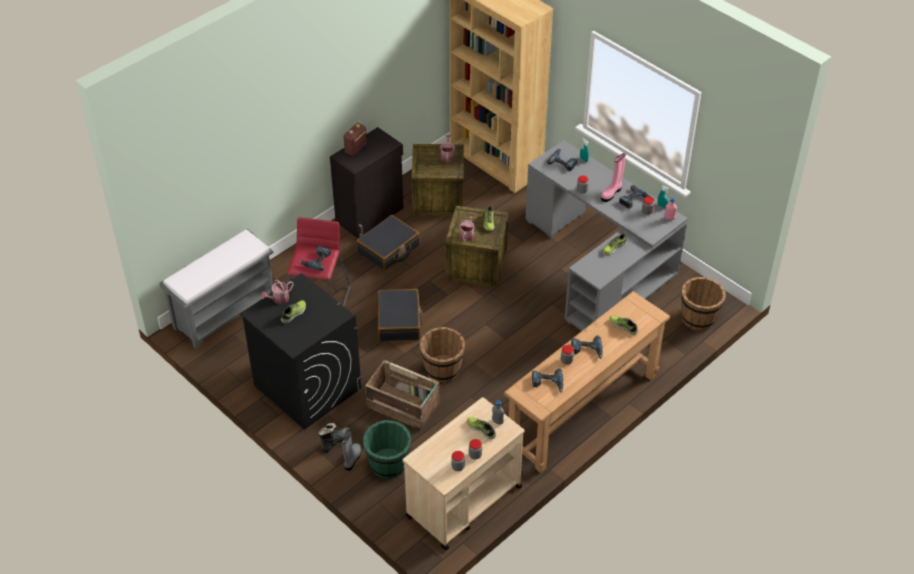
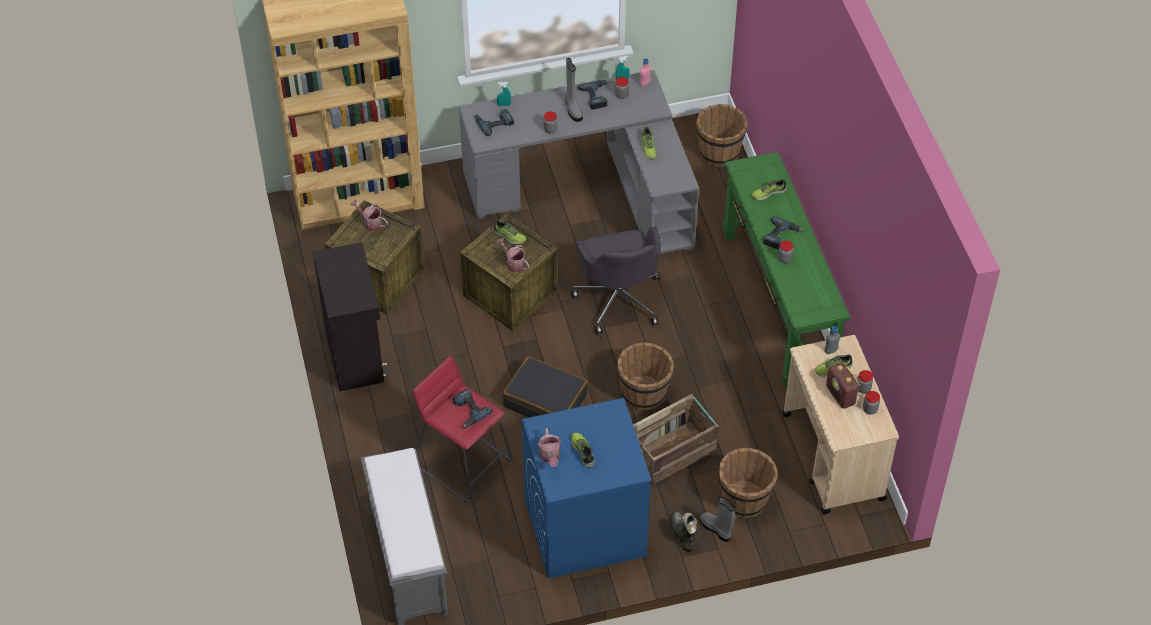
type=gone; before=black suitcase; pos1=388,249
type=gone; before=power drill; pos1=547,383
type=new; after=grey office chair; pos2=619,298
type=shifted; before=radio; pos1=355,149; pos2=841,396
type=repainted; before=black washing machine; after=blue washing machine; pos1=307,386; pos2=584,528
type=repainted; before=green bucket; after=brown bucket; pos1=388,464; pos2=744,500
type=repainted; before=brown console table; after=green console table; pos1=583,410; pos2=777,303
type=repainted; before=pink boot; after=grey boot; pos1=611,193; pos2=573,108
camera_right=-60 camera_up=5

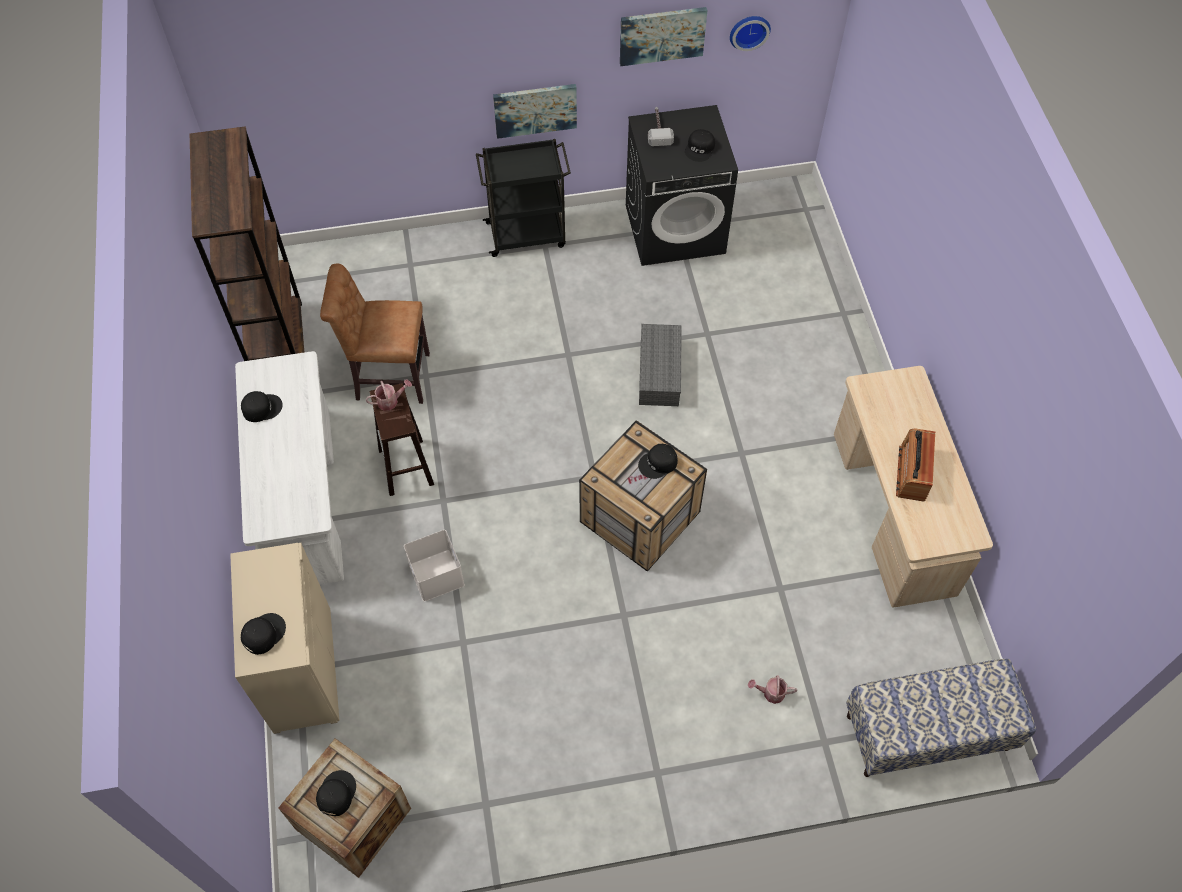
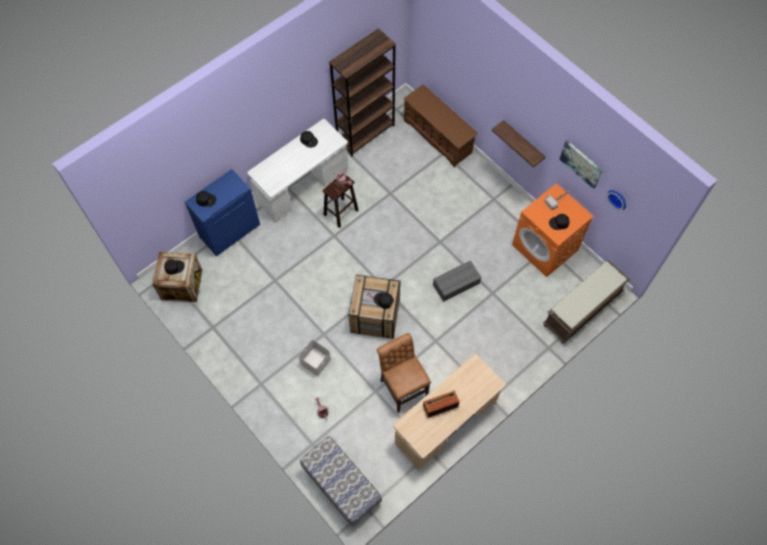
type=gone; before=black cart; pos1=527,234
type=new; after=brown shoe rack; pos2=438,137
type=new; after=brown bench; pos2=582,309
type=shifted; before=brown chair; pos1=388,376; pos2=402,386
type=shifted; before=white storage box; pos1=435,574; pos2=315,361
type=swapped; before=picture; after=shelf; pos1=535,109; pos2=523,143
type=repainted; before=beige cabinet; after=blue cabinet; pos1=301,669; pos2=230,230
type=repainted; before=black washing machine; after=orange washing machine; pos1=675,228; pos2=545,247
camera_right=60 camera_up=5

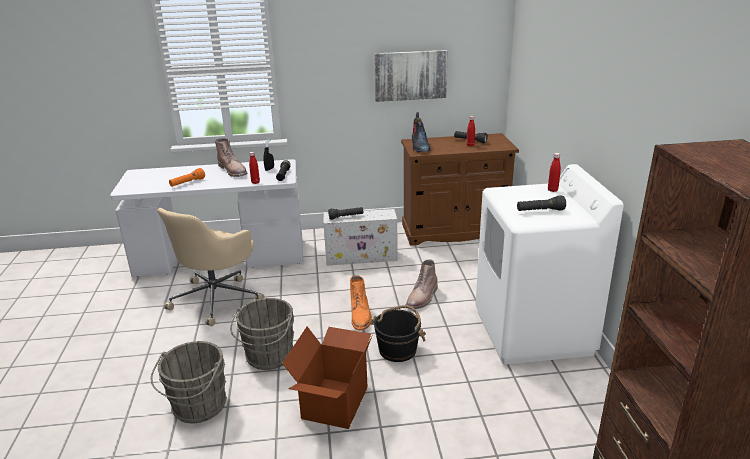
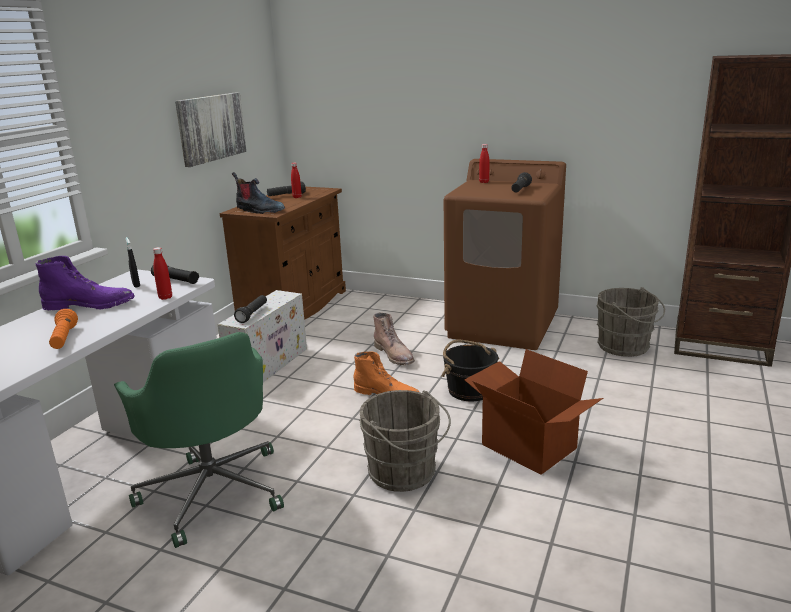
type=shifted; before=grey bucket; pos1=197,407; pos2=626,347
type=repainted; before=beige office chair; after=green office chair; pos1=217,298; pos2=213,490
type=repainted; before=brown boot; after=purple boot; pos1=233,171; pos2=90,305
type=repainted; before=white washing machine; after=brown washing machine; pos1=533,332; pos2=503,326
camera_right=-60 camera_up=-5

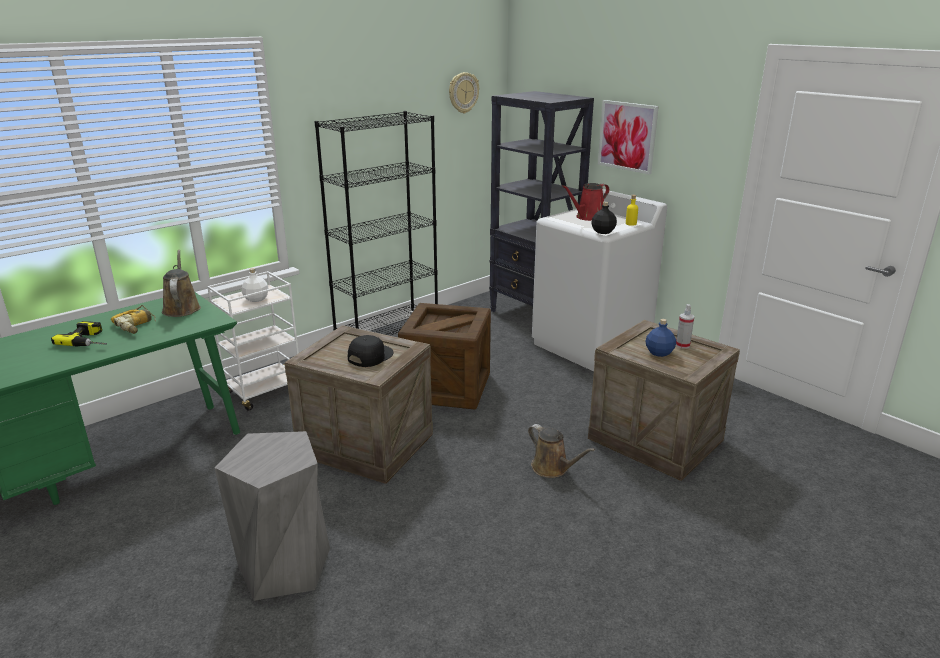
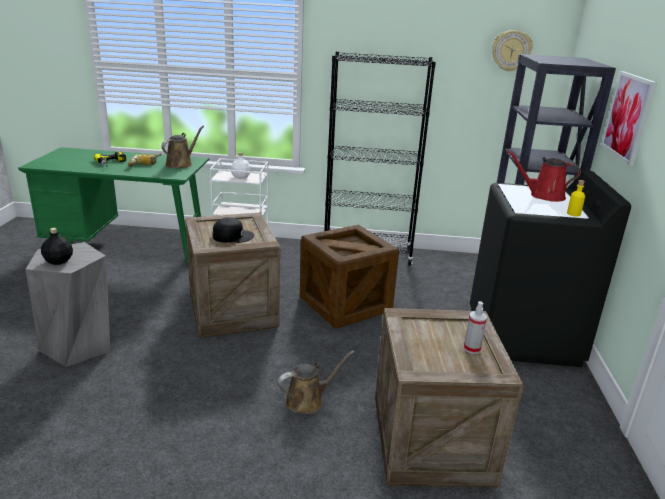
type=gone; before=blue bottle; pos1=659,352
type=shifted; before=black bottle; pos1=603,232; pos2=59,261
type=repainted; before=white washing machine; after=black washing machine; pos1=591,345; pos2=523,336
type=rotated; before=brown watering can; pos1=552,468; pos2=308,400; turn=-120
camera_right=45 camera_up=0

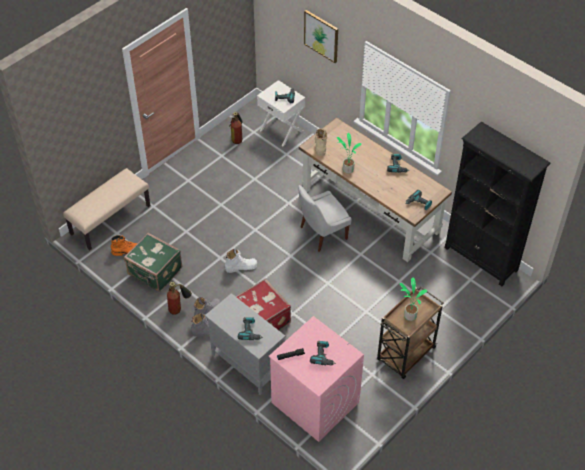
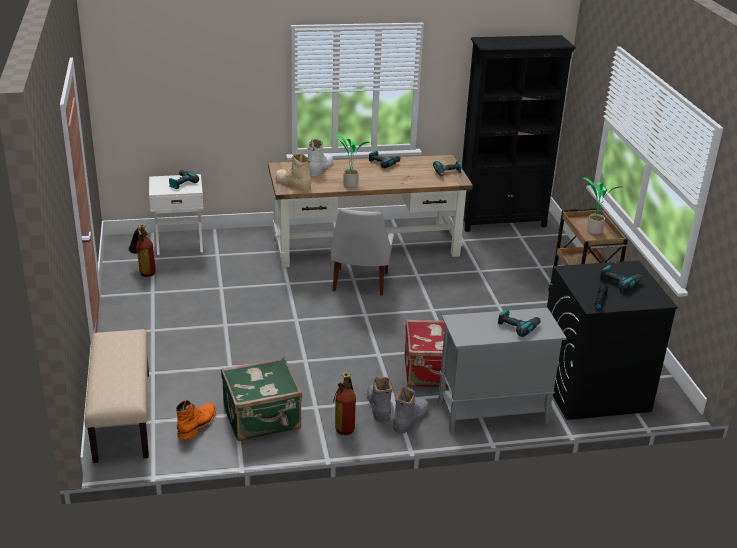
type=gone; before=picture; pos1=321,36
type=shifted; before=white boot; pos1=241,267; pos2=319,168
type=repainted; before=pink washing machine; after=black washing machine; pos1=314,402; pos2=592,389
camera_right=-55 camera_up=-20

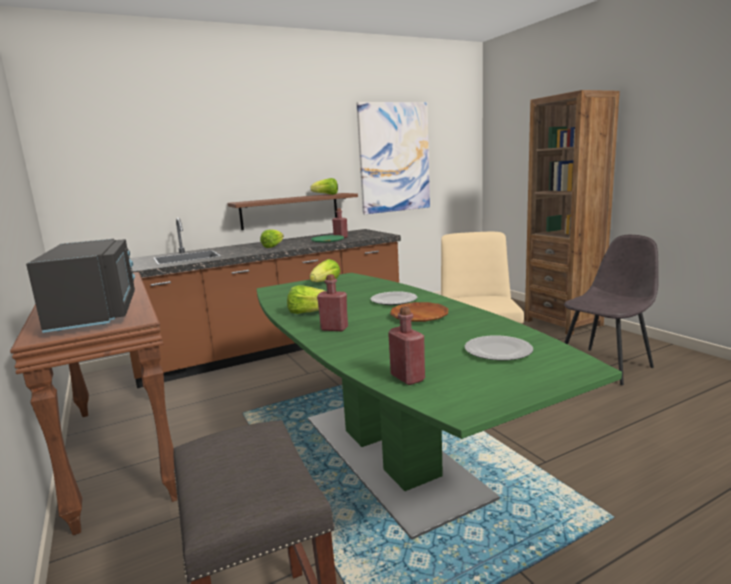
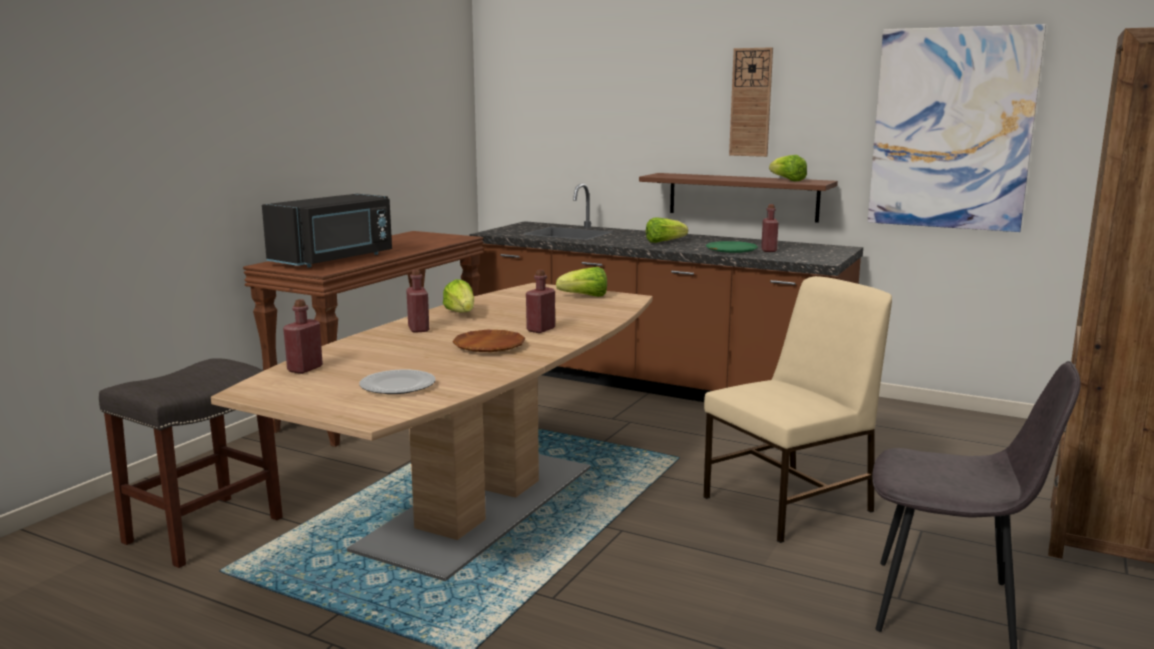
type=new; after=wall clock; pos2=751,102
type=swapped; before=plate; after=red bottle; pos1=393,300; pos2=540,329
type=repainted; before=green dining table; after=brown dining table; pos1=389,455; pos2=479,507
camera_right=55 camera_up=0

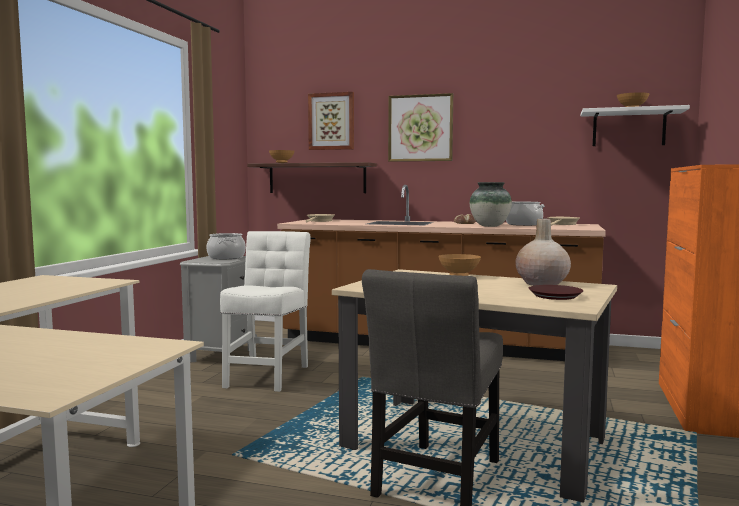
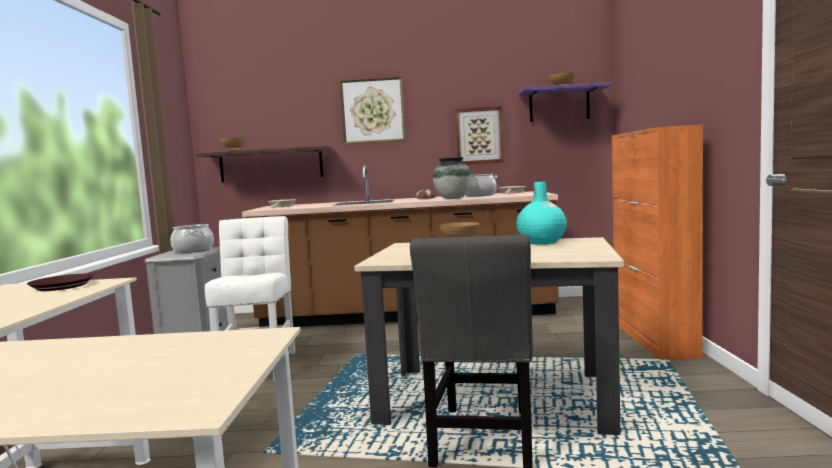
type=shifted; before=picture; pos1=331,121; pos2=479,136
type=shifted; before=brown plate; pos1=555,296; pos2=62,286
type=repainted; before=beige vase; after=turquoise vase; pos1=542,284; pos2=541,242
type=repainted; before=white shelf; after=purple shelf; pos1=628,128; pos2=559,105
camera_right=-15 camera_up=0

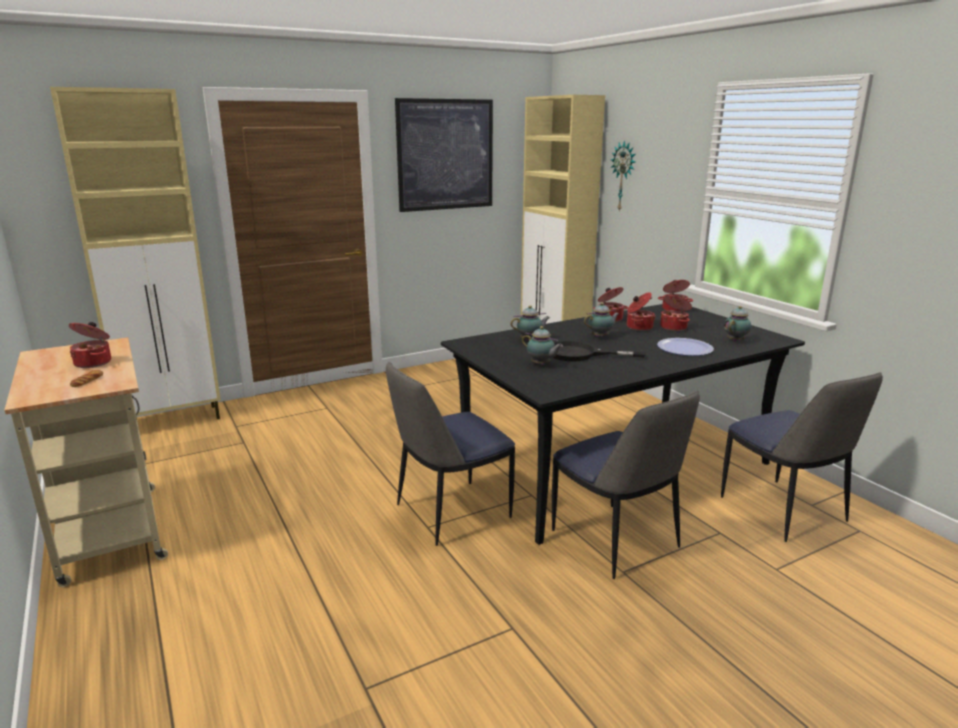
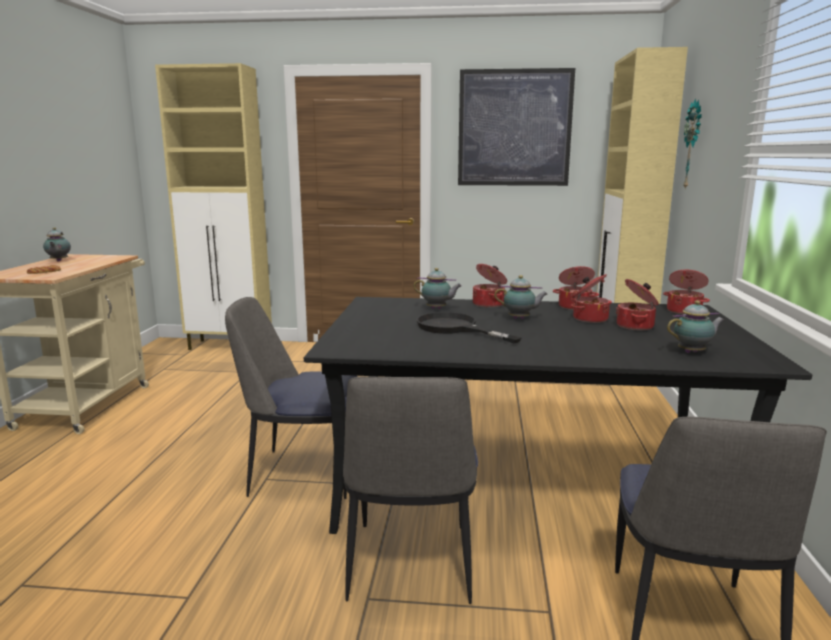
type=gone; before=plate; pos1=684,348
type=shifted; before=cooking pot; pos1=94,362; pos2=489,304
type=shifted; before=teapot; pos1=541,364; pos2=58,261
camera_right=35 camera_up=-5

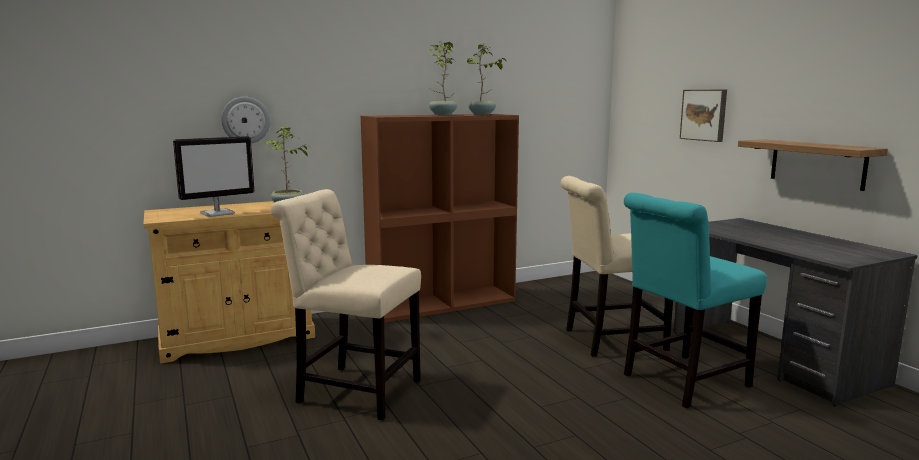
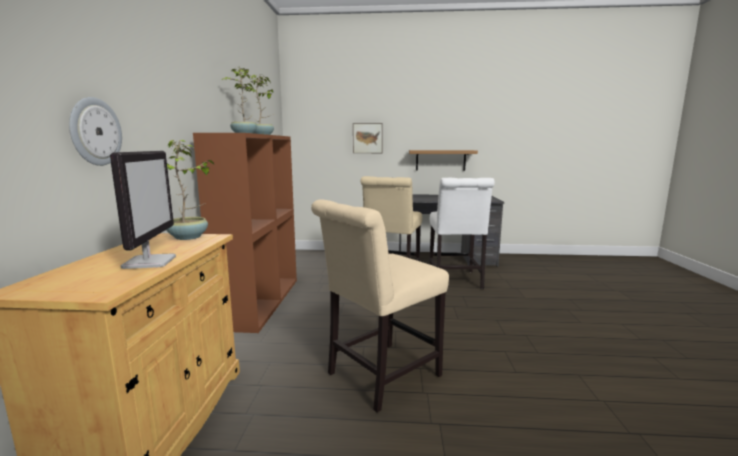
type=repainted; before=turquoise chair; after=white chair; pos1=680,382; pos2=455,281
camera_right=-60 camera_up=0

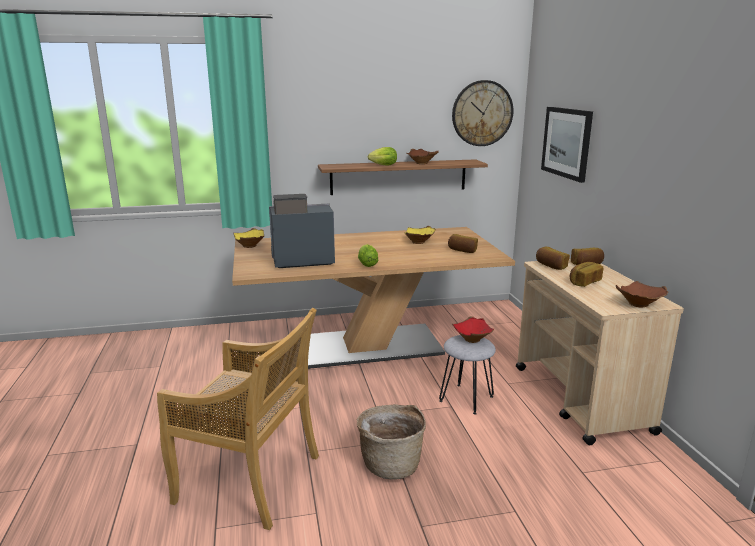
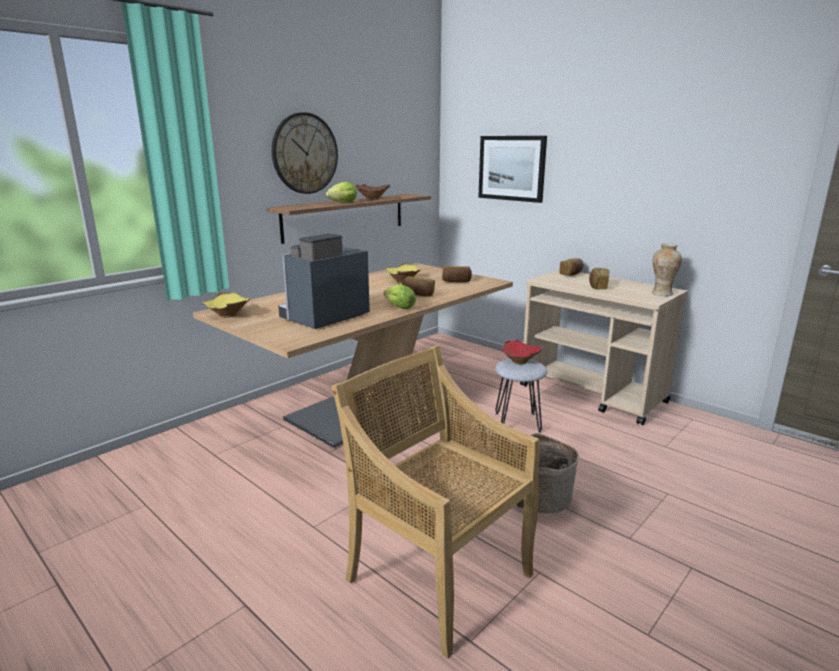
type=shifted; before=wall clock; pos1=482,113; pos2=304,153
type=shifted; before=bread; pos1=551,266; pos2=418,294
type=swapped; before=brown bowl; after=vase; pos1=639,305; pos2=662,293
type=rotated; before=beige chair; pos1=251,480; pos2=437,575; turn=-120
camera_right=-35 camera_up=0

